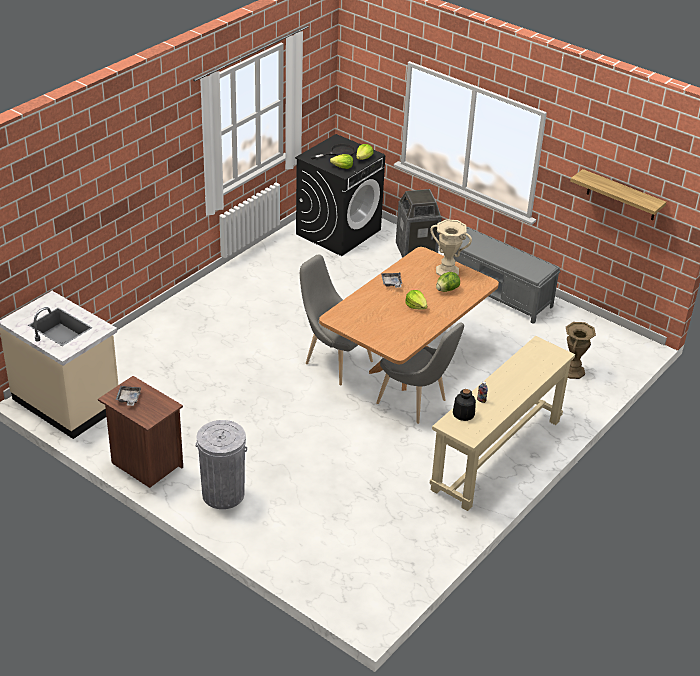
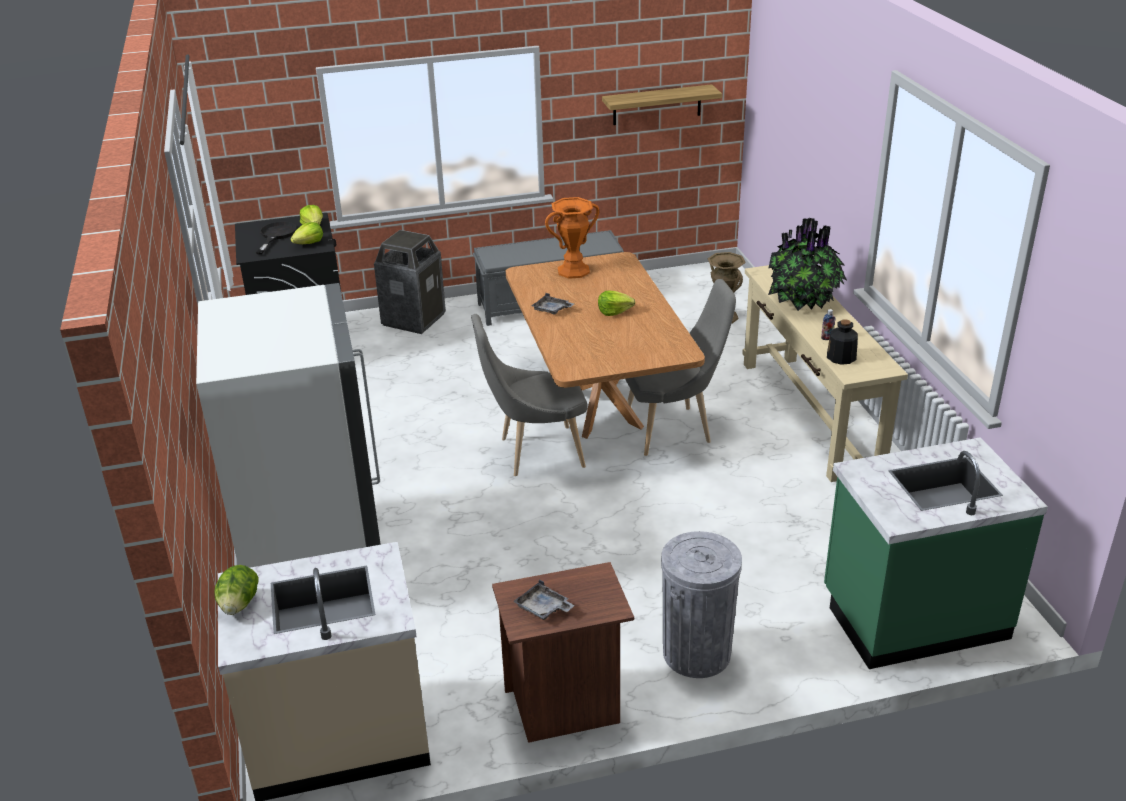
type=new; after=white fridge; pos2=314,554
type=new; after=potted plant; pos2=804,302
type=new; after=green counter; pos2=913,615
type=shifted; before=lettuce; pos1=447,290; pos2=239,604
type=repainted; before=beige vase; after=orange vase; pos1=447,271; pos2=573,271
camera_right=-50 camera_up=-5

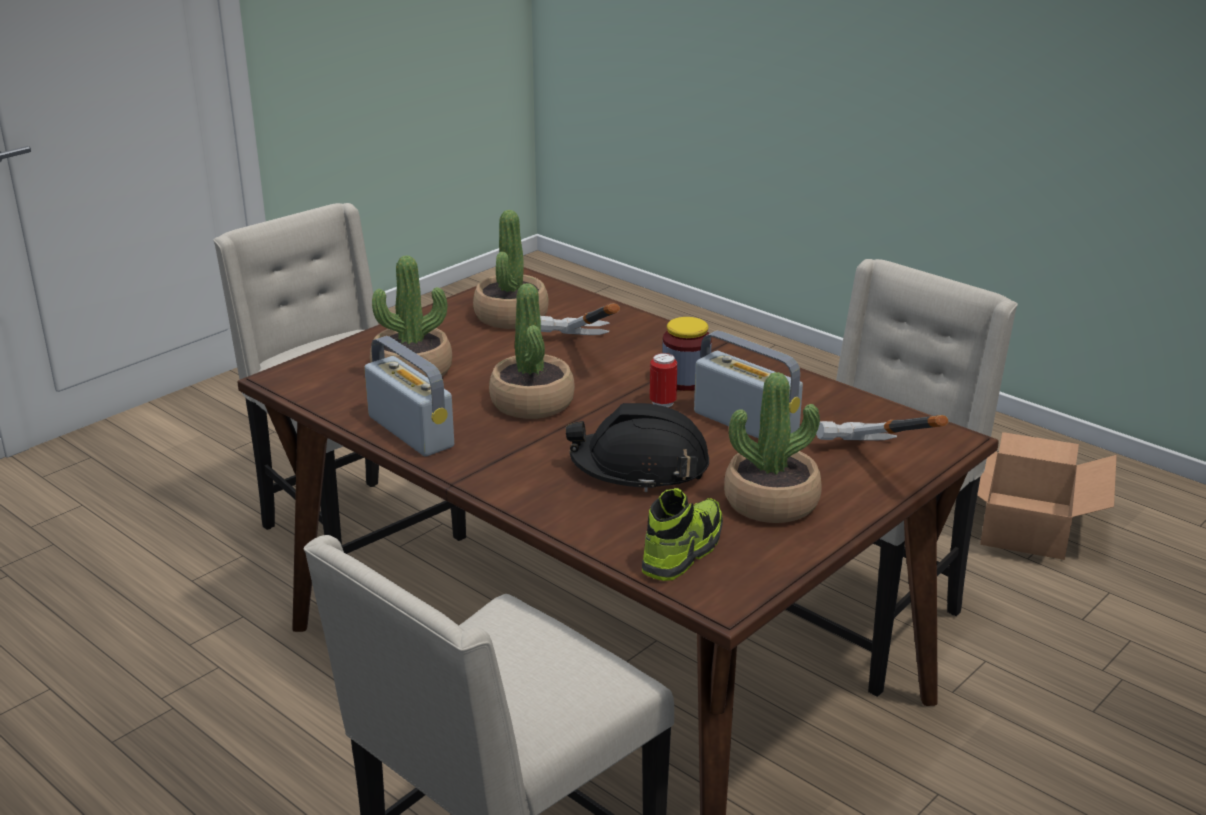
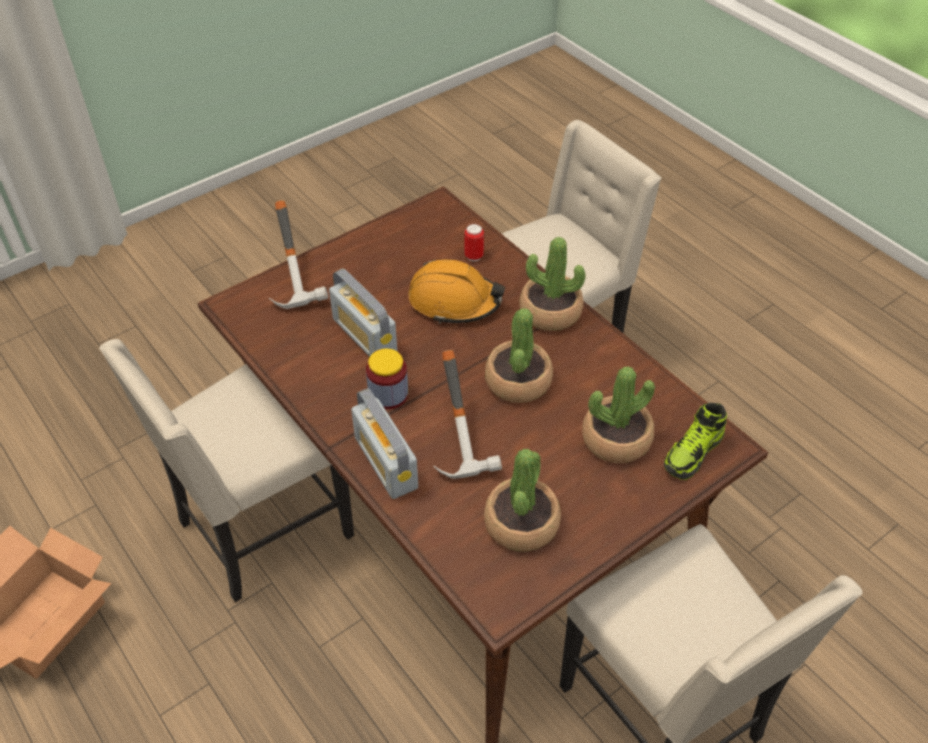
type=shifted; before=radio; pos1=410,431; pos2=386,463
type=shifted; before=shoe; pos1=682,551; pos2=693,453
type=shifted; before=can; pos1=662,403; pos2=473,256
type=shifted; before=potted plant; pos1=771,502; pos2=550,312
type=repainted; before=black hard hat; after=orange hard hat; pos1=640,468; pos2=454,301
camera_right=-170 camera_up=20

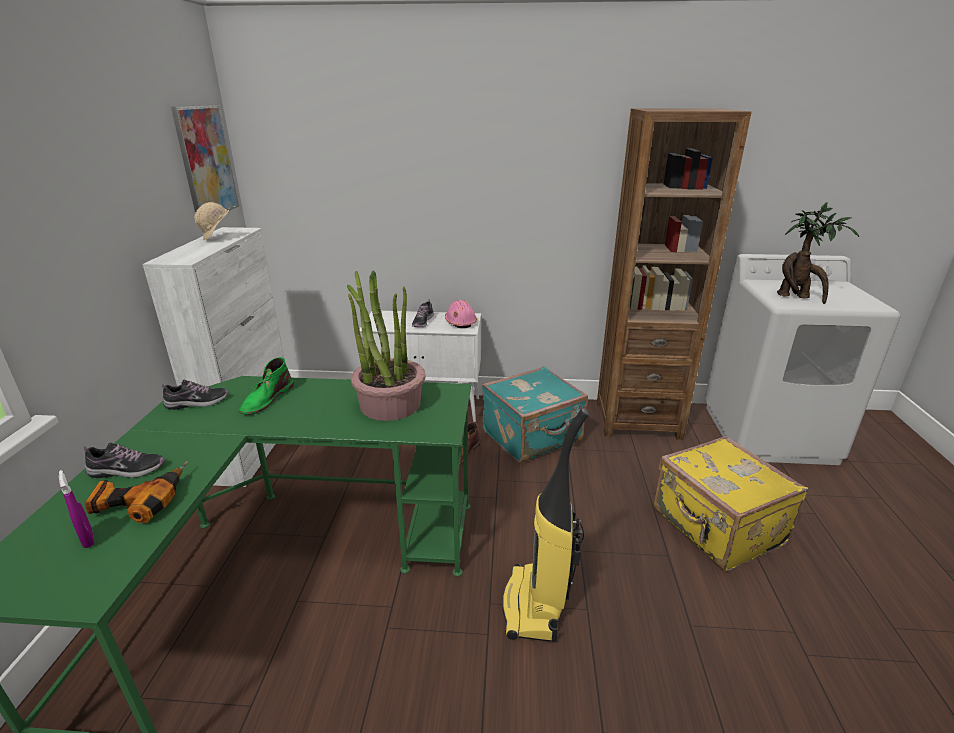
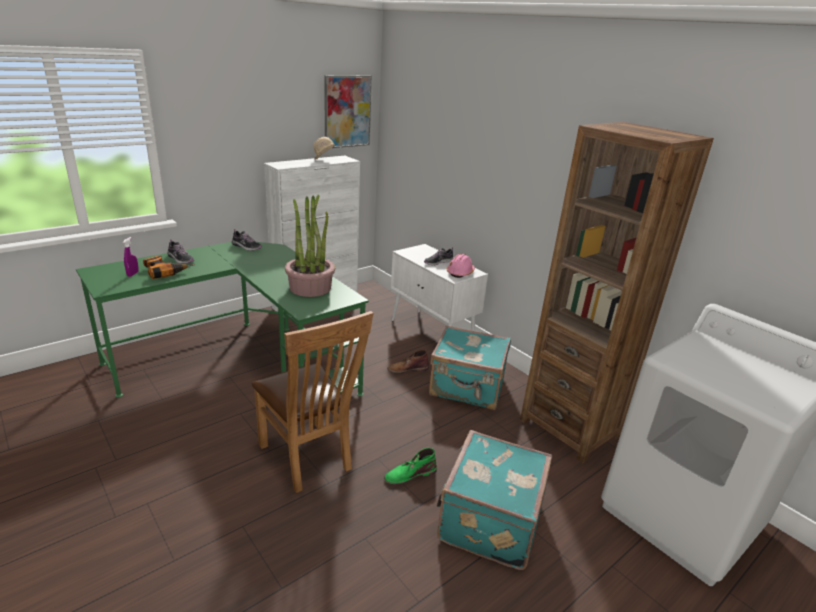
type=gone; before=potted plant; pos1=797,297
type=shifted; before=green boot; pos1=266,399; pos2=410,474
type=swapped; before=vacuum cleaner; after=brown chair; pos1=535,606; pos2=309,459
type=repainted; before=yellow suitcase; after=turquoise suitcase; pos1=716,528; pos2=488,520
camera_right=45 camera_up=0

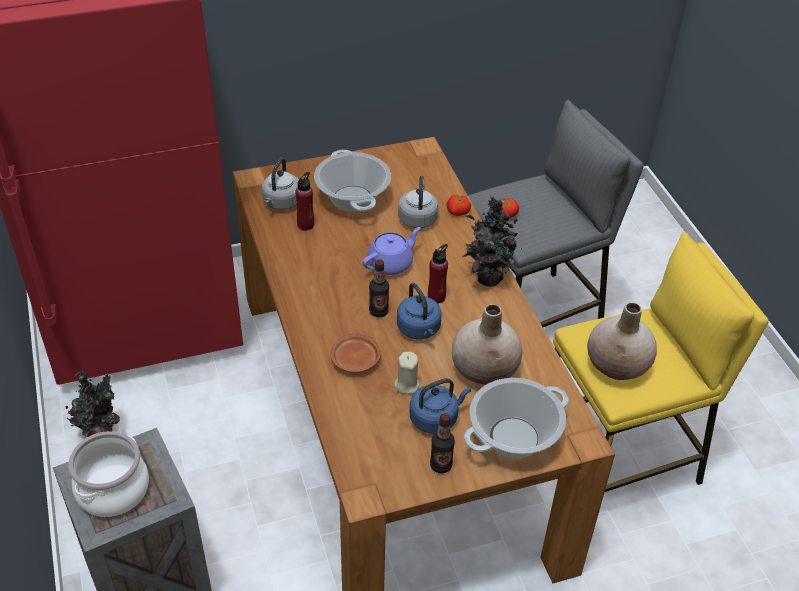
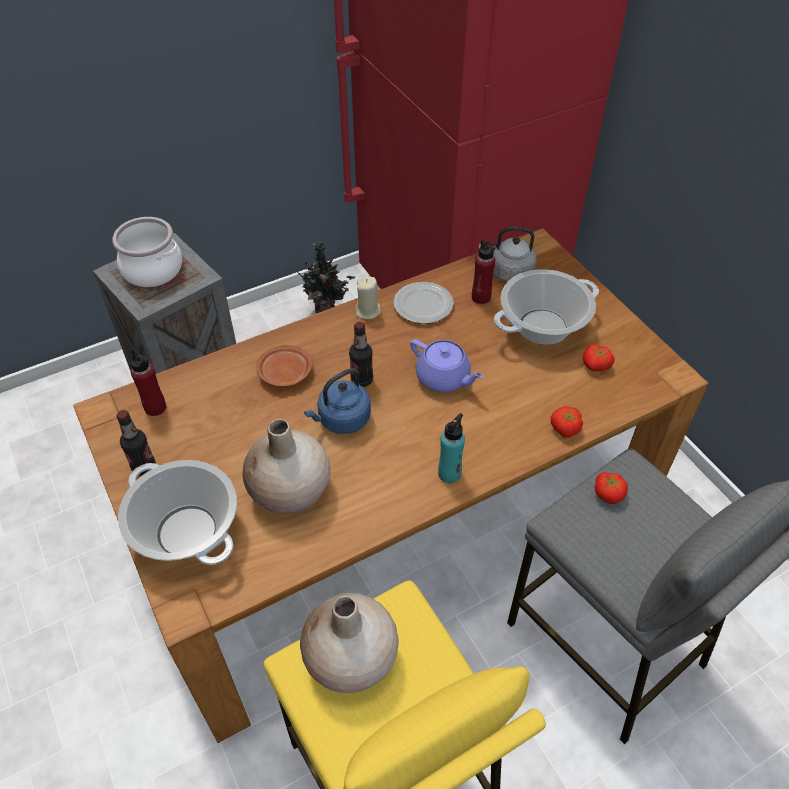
type=gone; before=grey kettle; pos1=418,218
type=gone; before=blue kettle; pos1=436,418
type=new; after=plate; pos2=424,305
type=new; after=tomato; pos2=596,365
type=shifted; before=beige candle; pos1=406,384; pos2=368,311
type=shifted; before=red bottle; pos1=436,297; pos2=155,407
type=swapped; before=potted plant; after=turquoise bottle; pos1=486,278; pos2=449,473
camera_right=80 camera_up=5

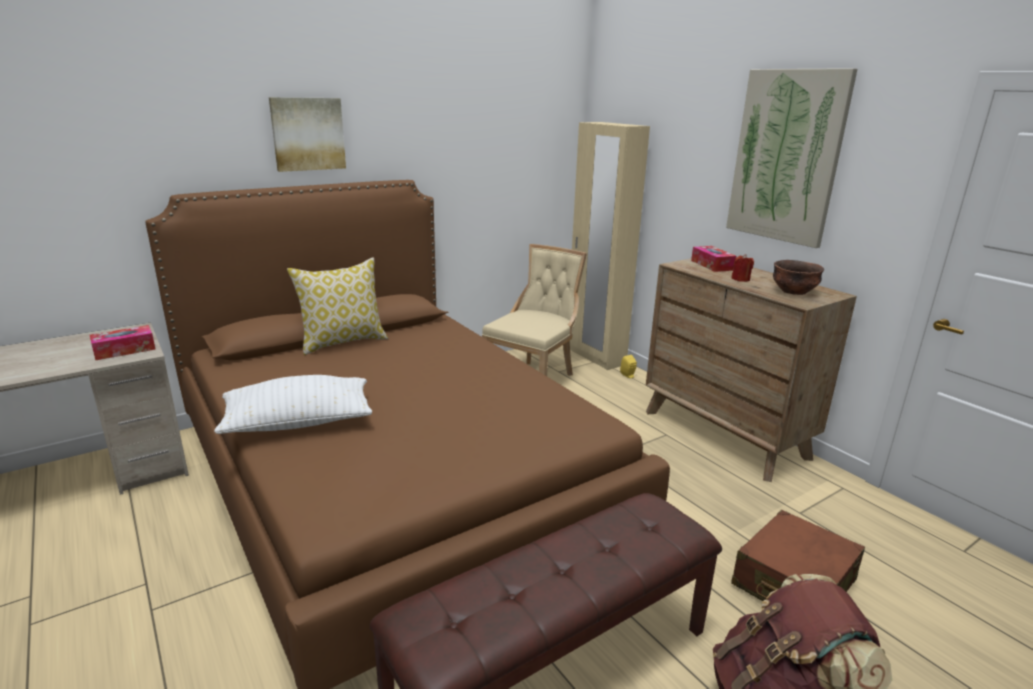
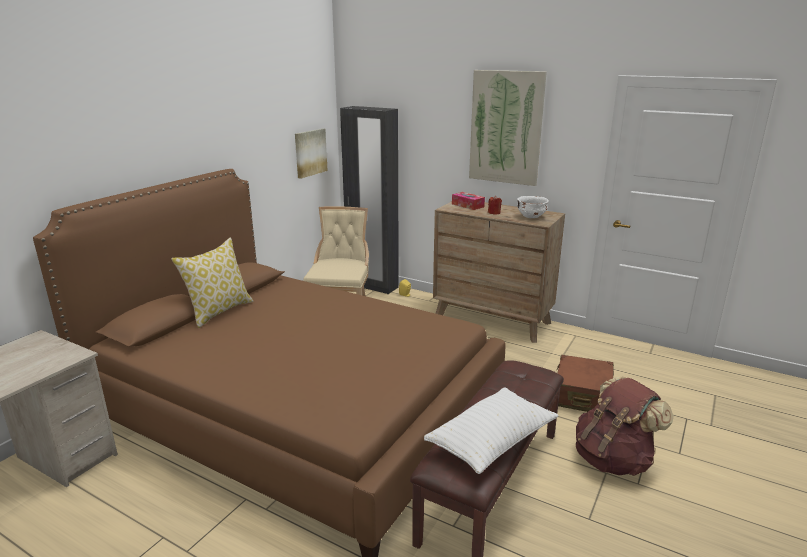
type=gone; before=tissue box; pos1=124,350
type=shifted; before=white pillow; pos1=298,422; pos2=491,442
type=shifted; before=picture; pos1=308,134; pos2=310,152
type=repainted; before=beige wardrobe; after=black wardrobe; pos1=595,356; pos2=372,286
type=repainted; before=brown bowl; after=white bowl; pos1=794,292; pos2=531,217
camera_right=-25 camera_up=0

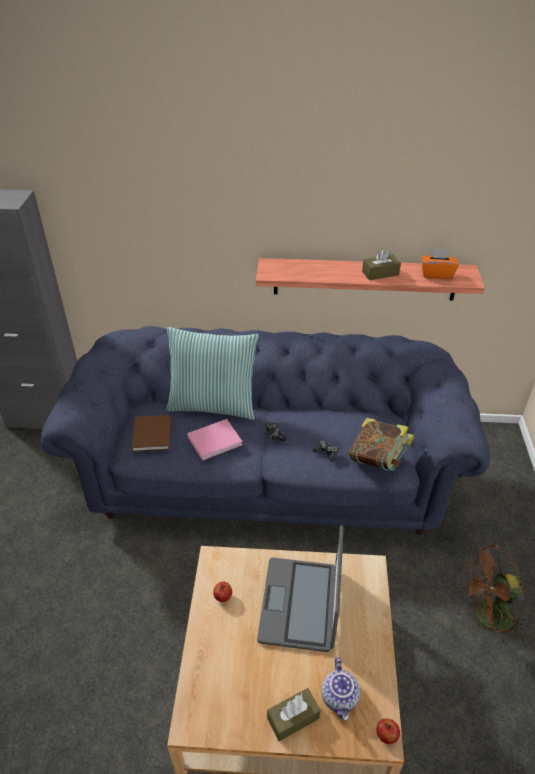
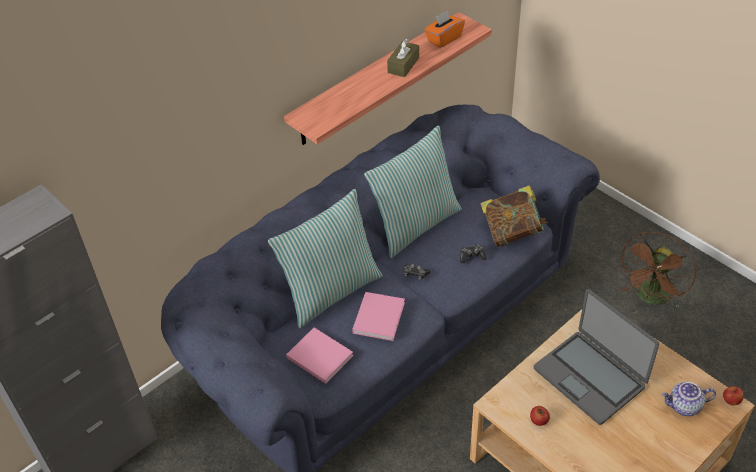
type=gone; before=brown tissue box; pos1=293,718
type=new; after=pillow; pos2=415,224
type=repainted; before=brown book; after=pink book; pos1=152,433; pos2=318,356
type=rotated; before=teapot; pos1=340,698; pos2=684,407; turn=135
camera_right=-45 camera_up=5

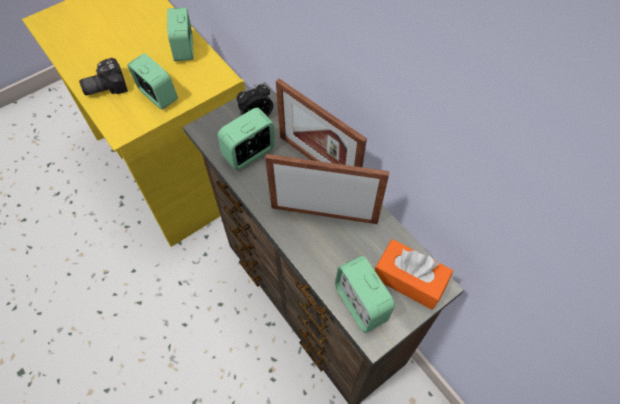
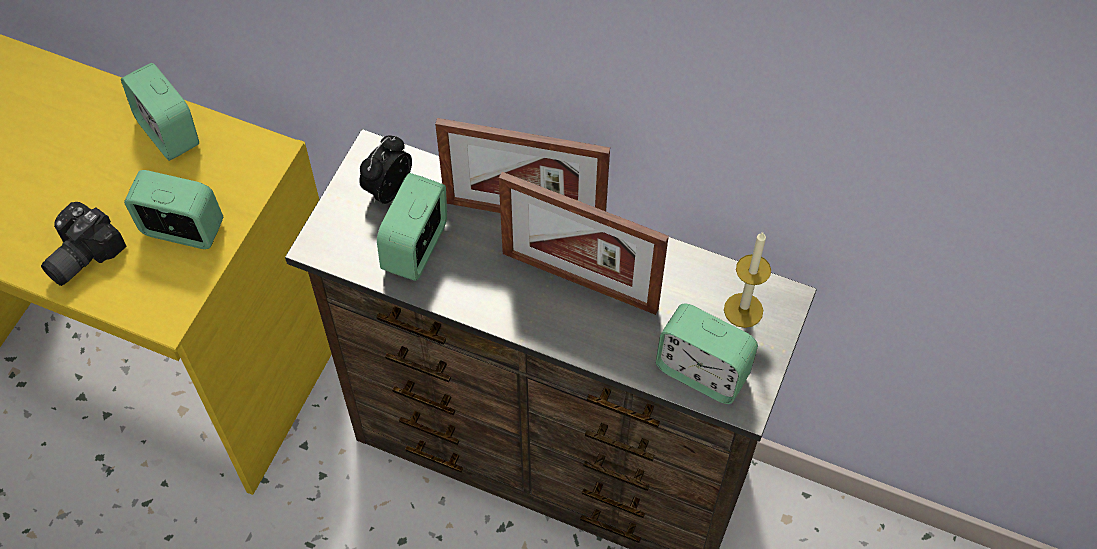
type=swapped; before=orange tissue box; after=candle; pos1=409,279; pos2=743,310
type=rotated; before=picture frame; pos1=324,214; pos2=579,281; turn=-135
camera_right=-30 camera_up=0

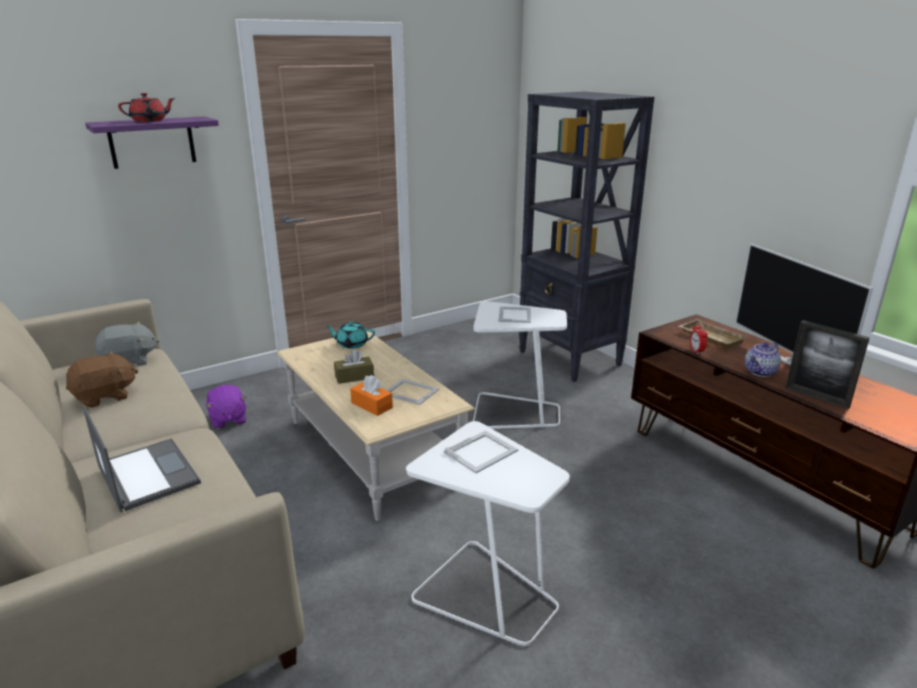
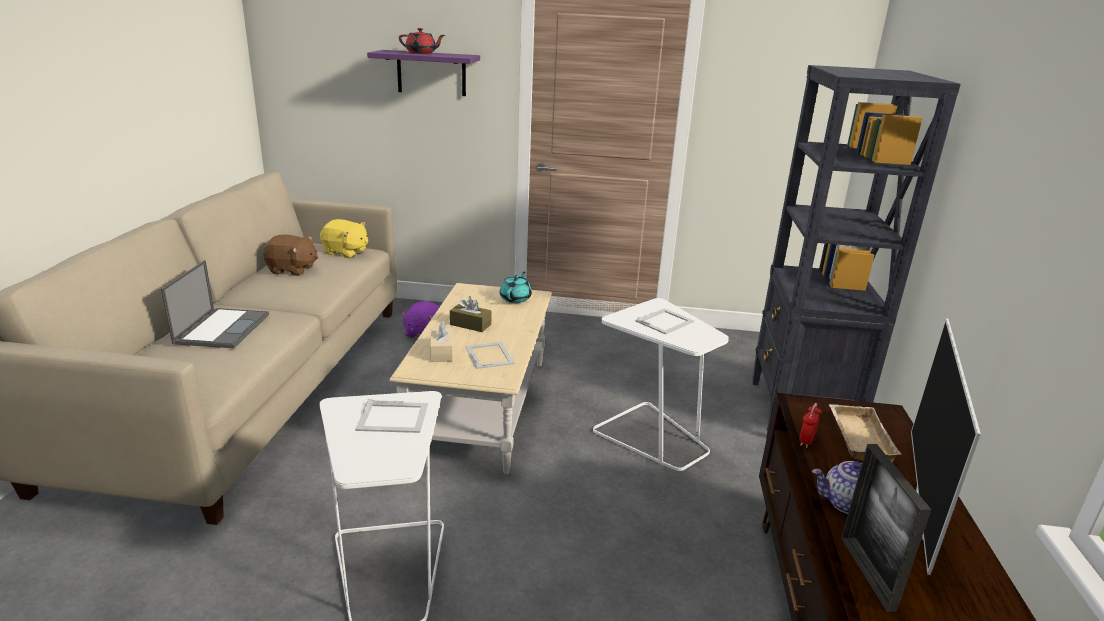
type=repainted; before=grey plush toy; after=yellow plush toy; pos1=129,361; pos2=345,252
type=repainted; before=orange tissue box; after=beige tissue box; pos1=371,405; pos2=441,352
type=rotated; before=turquoise teapot; pos1=351,344; pos2=516,298; turn=60
camera_right=40 camera_up=0

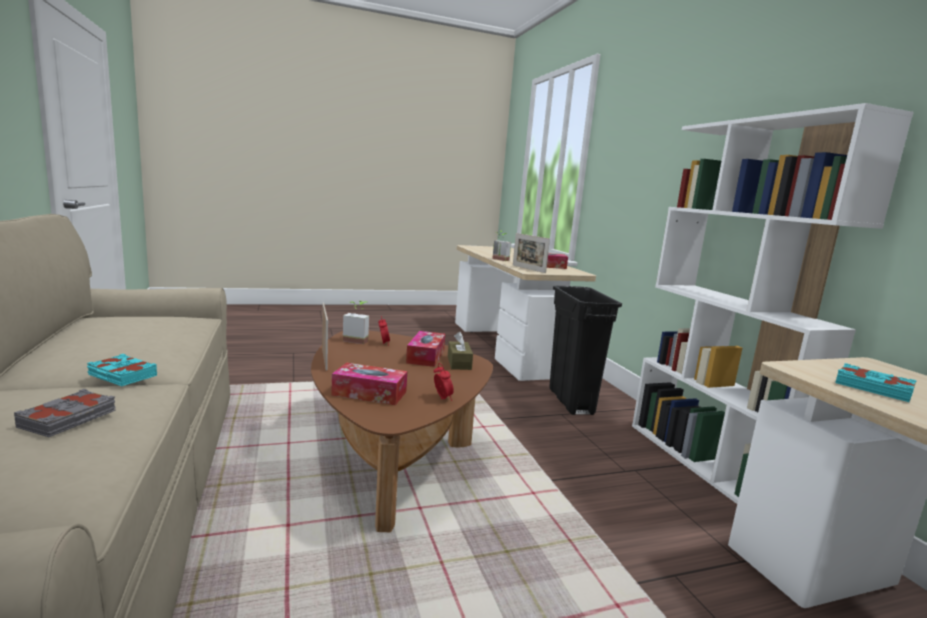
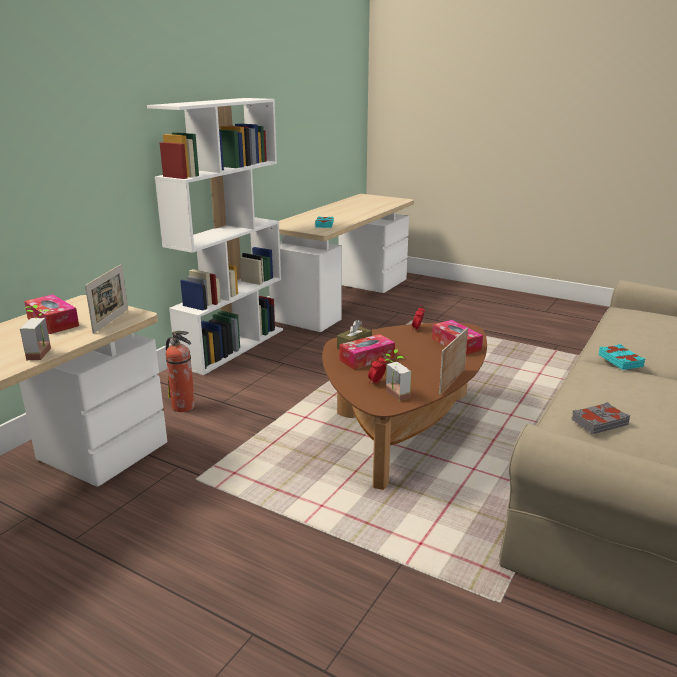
type=shifted; before=grey book; pos1=69,419; pos2=598,422
type=swapped; before=black trash can; after=fire extinguisher; pos1=570,401; pos2=184,407
camera_right=-130 camera_up=10

